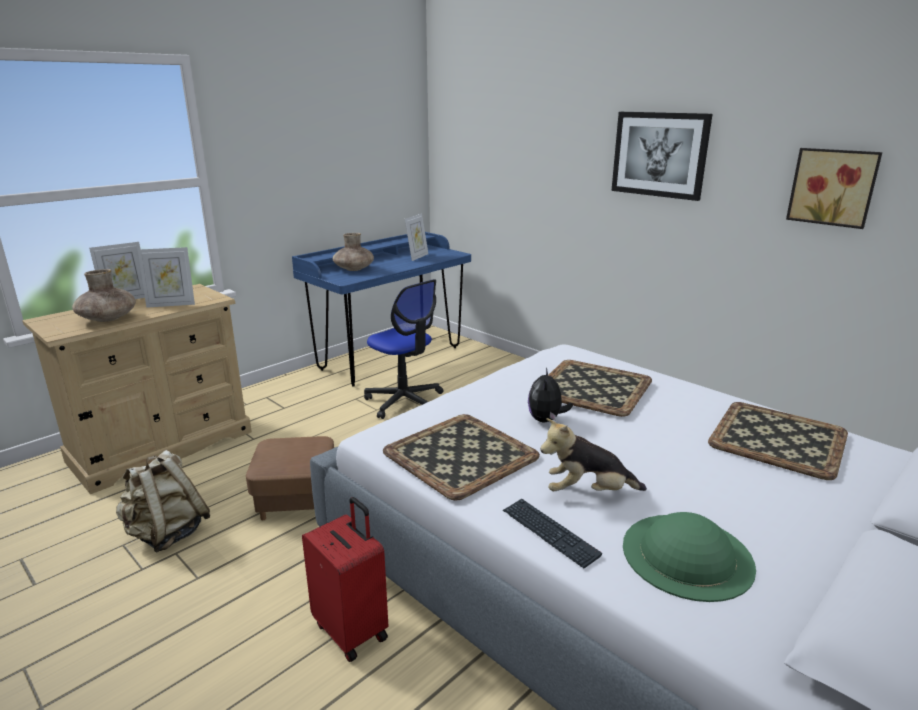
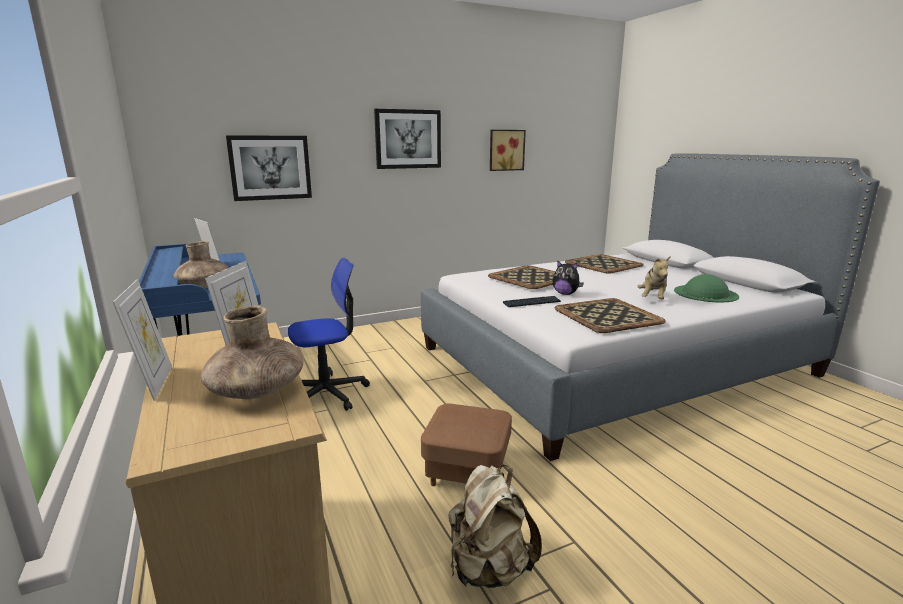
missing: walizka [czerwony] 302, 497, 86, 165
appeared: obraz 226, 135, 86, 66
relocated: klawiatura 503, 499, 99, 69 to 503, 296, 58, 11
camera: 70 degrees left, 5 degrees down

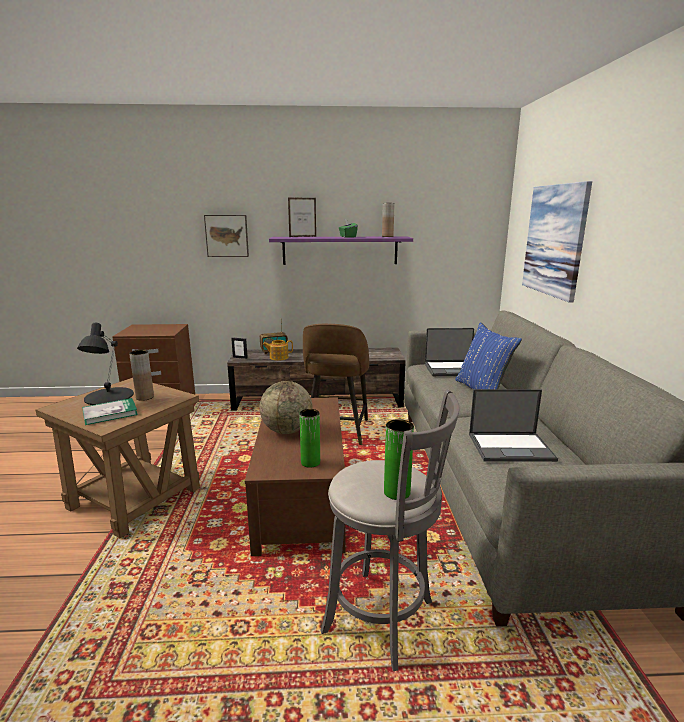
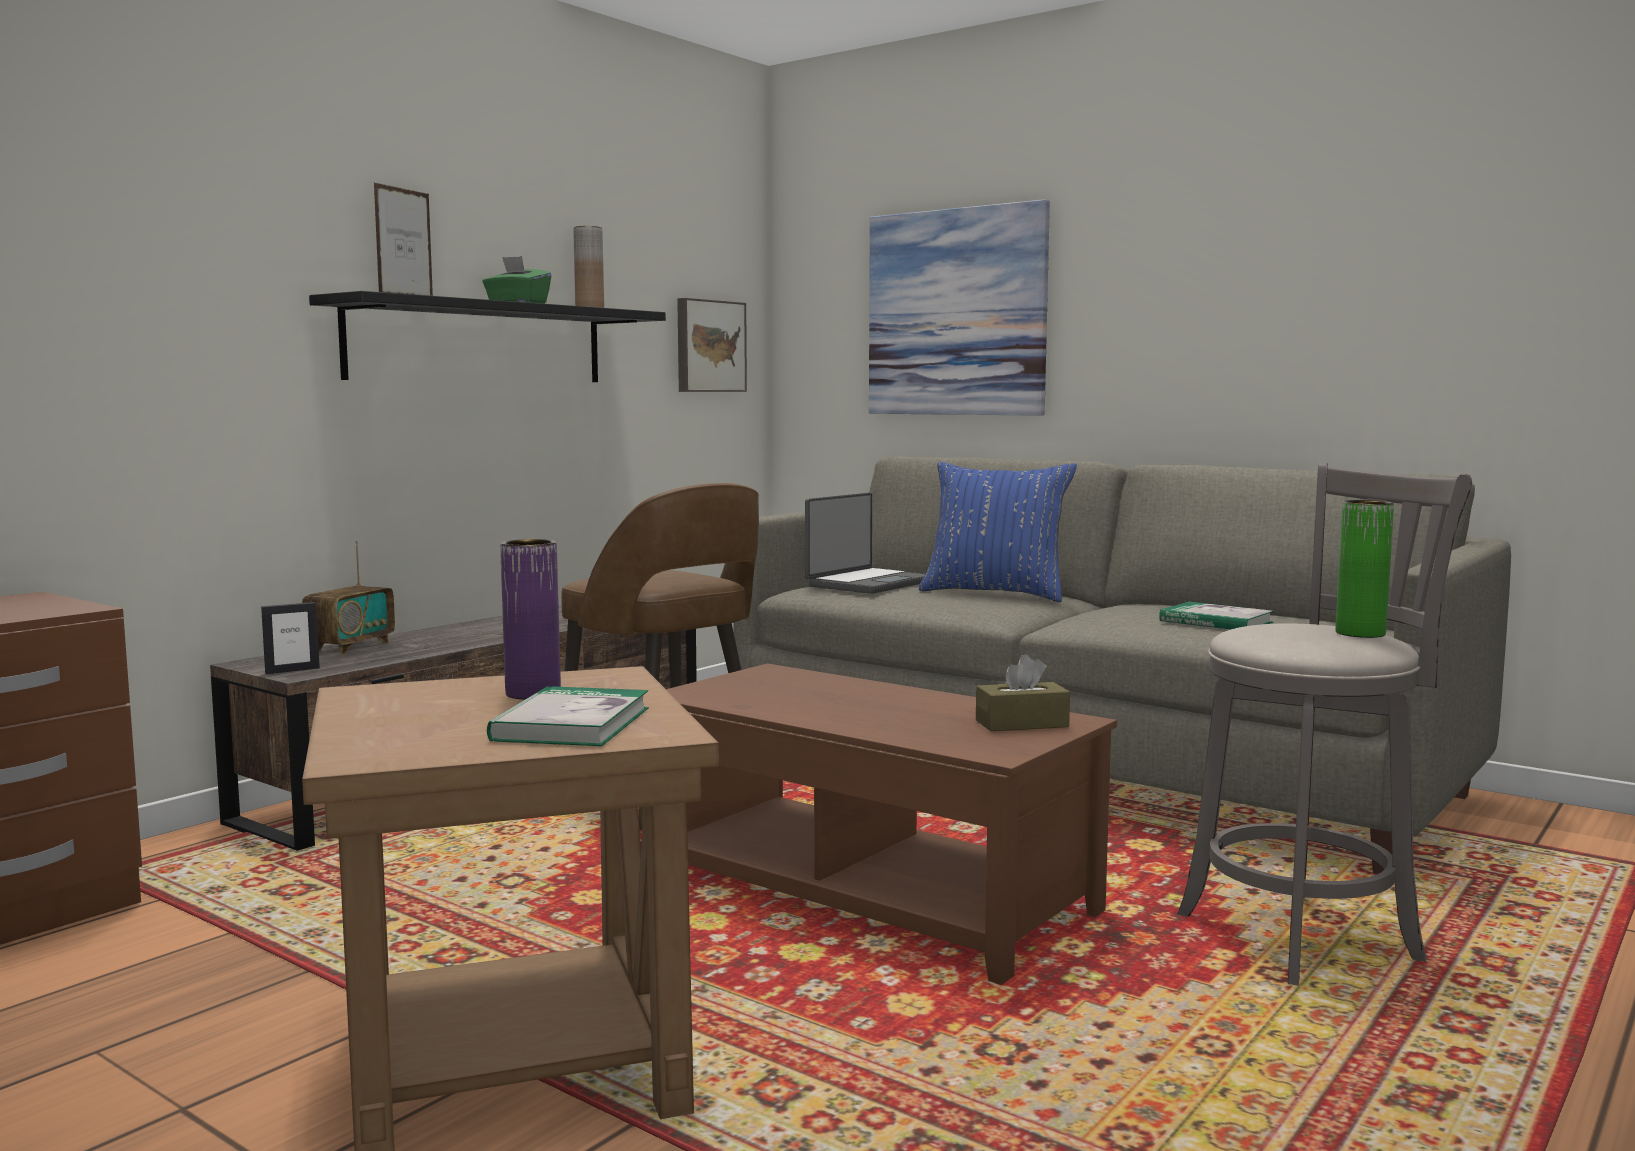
missing: lampa stołowa [czarny] 77, 323, 57, 82; globus 260, 381, 52, 53; imbryk 263, 340, 30, 21
relocated: obraz 204, 215, 45, 42 to 677, 298, 70, 94
exchanged: wazon [zielony] 299, 409, 21, 59 to pudełko chusteczek [brązowy] 976, 654, 94, 77; laptop 469, 389, 89, 73 to książka 1159, 602, 115, 27
colour: wazon [brązowy] 129, 350, 25, 51 to wazon [fioletowy] 500, 539, 61, 161; półka [fioletowy] 269, 237, 144, 28 to półka [czarny] 309, 291, 357, 91
camera: 50 degrees left, 10 degrees down

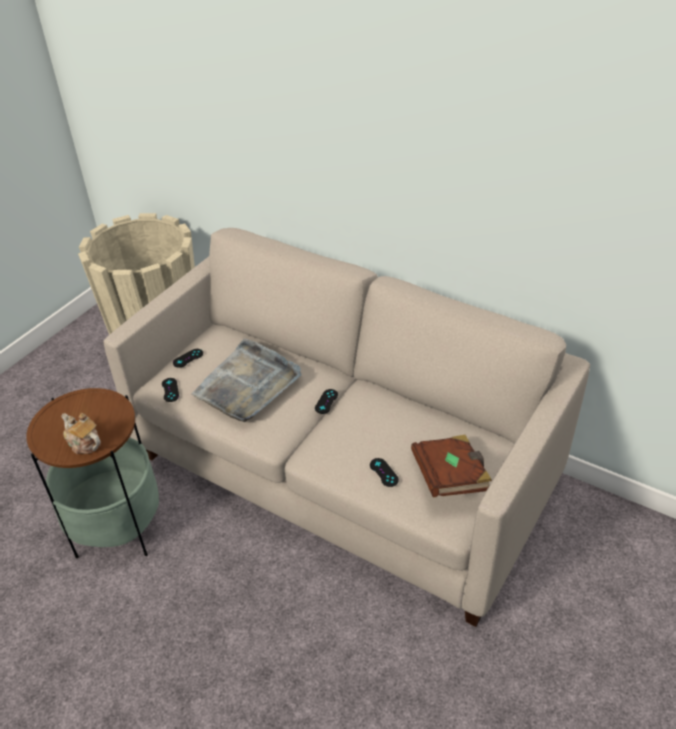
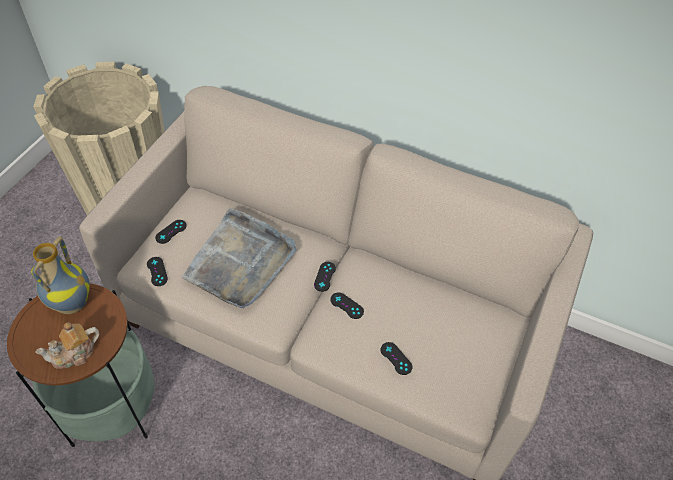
missing: książka [brązowy] 411, 435, 81, 62
appeared: wazon 31, 237, 59, 77; pad do gier [czarny] 330, 292, 34, 27
spun: imbryk 61, 413, 40, 41 = 36, 322, 63, 47 60 degrees counterclockwise
camera: 10 degrees left, 10 degrees up

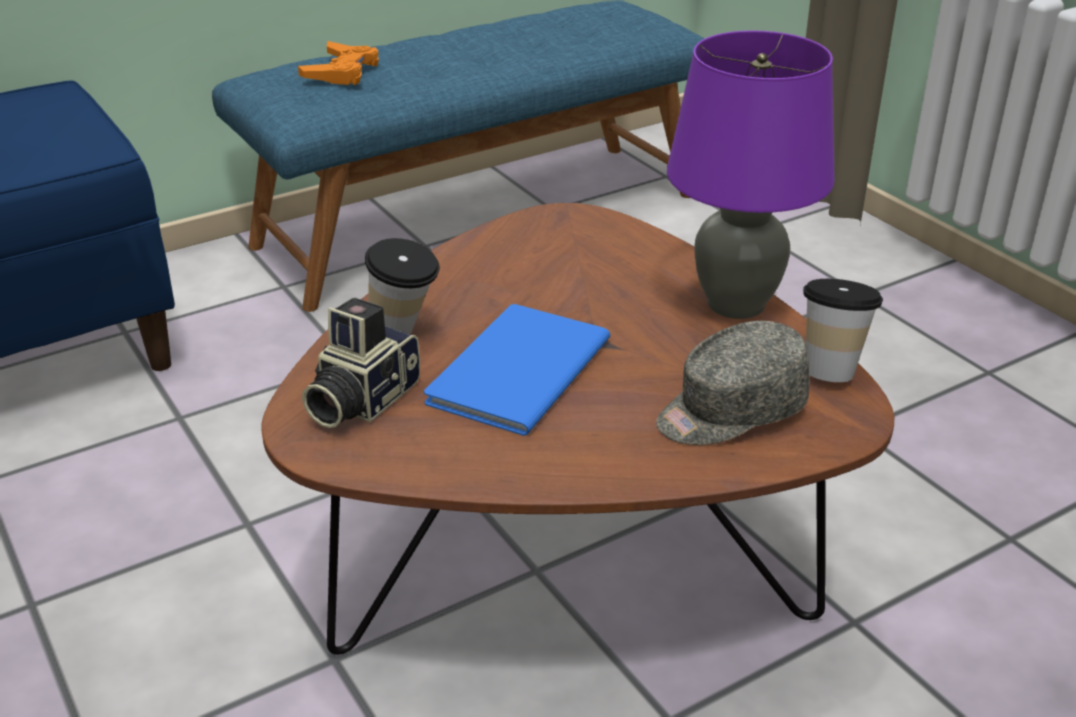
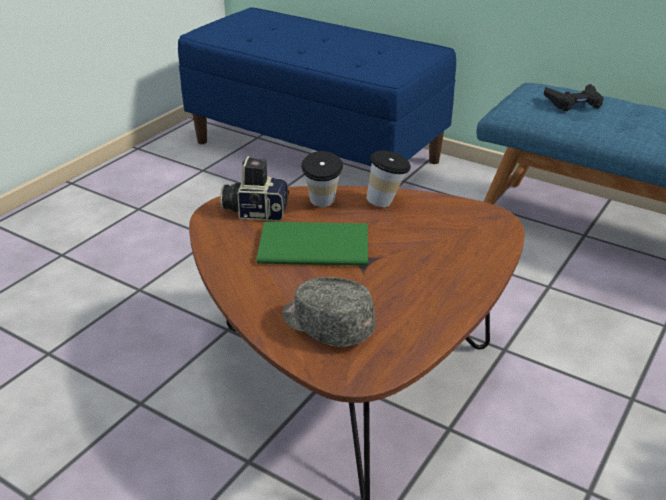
missing: lampa stołowa [fioletowy] 667, 31, 168, 288
relocated: filiżanka 803, 279, 80, 103 to 366, 150, 45, 57
colour: pad do gier [pomarańczowy] 298, 41, 81, 44 to pad do gier [czarny] 544, 84, 60, 27; książka [niebieski] 424, 304, 186, 132 to książka [zielony] 257, 222, 111, 44
camera: 65 degrees right, 0 degrees up

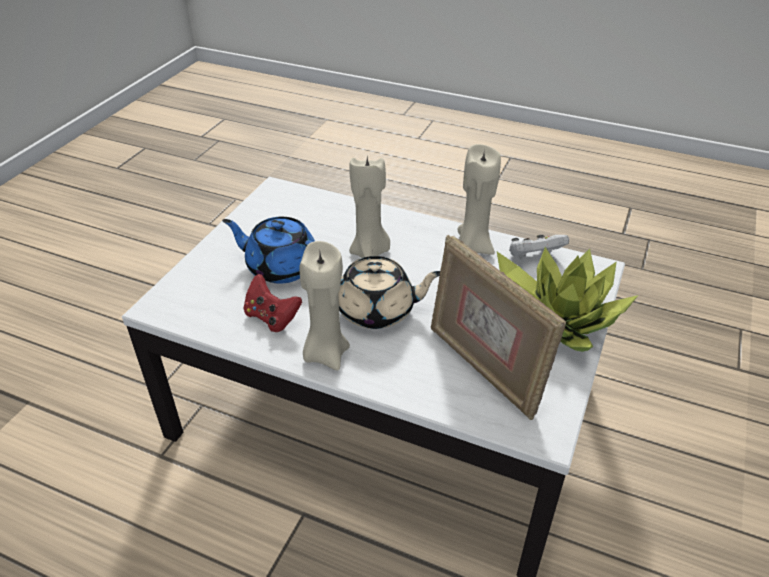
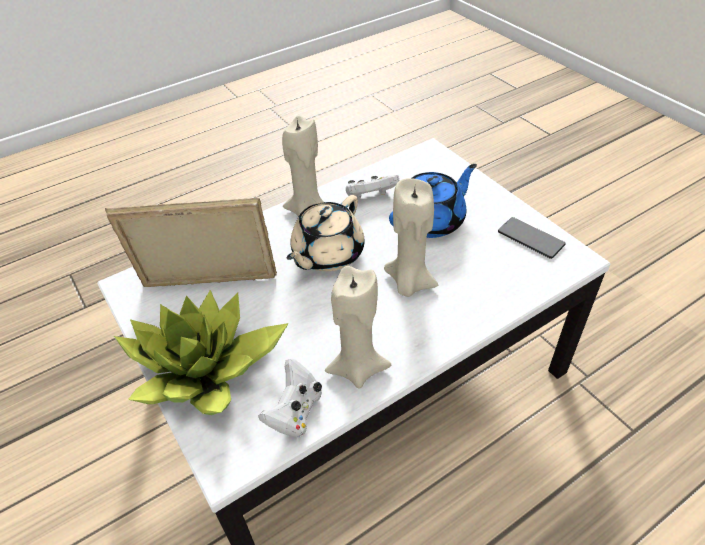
appeared: telefon 498, 217, 68, 42
colour: pad do gier [czerwony] 244, 274, 58, 58 to pad do gier [biały] 346, 175, 53, 25
camera: 125 degrees right, 5 degrees up

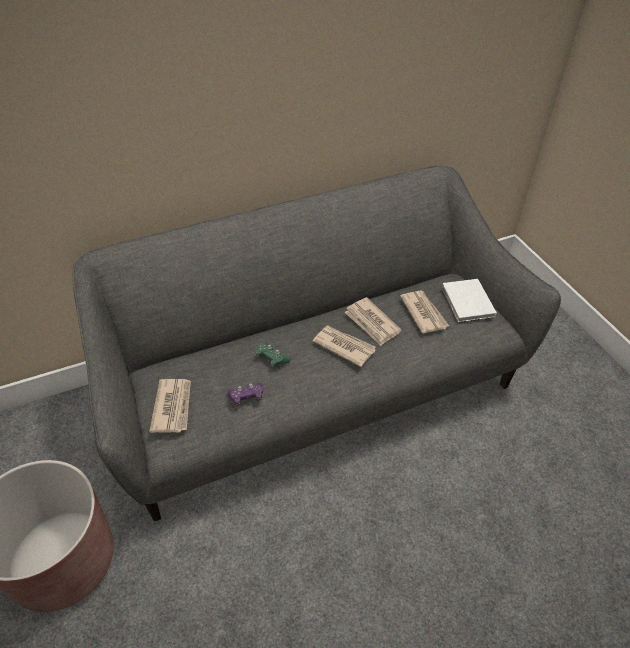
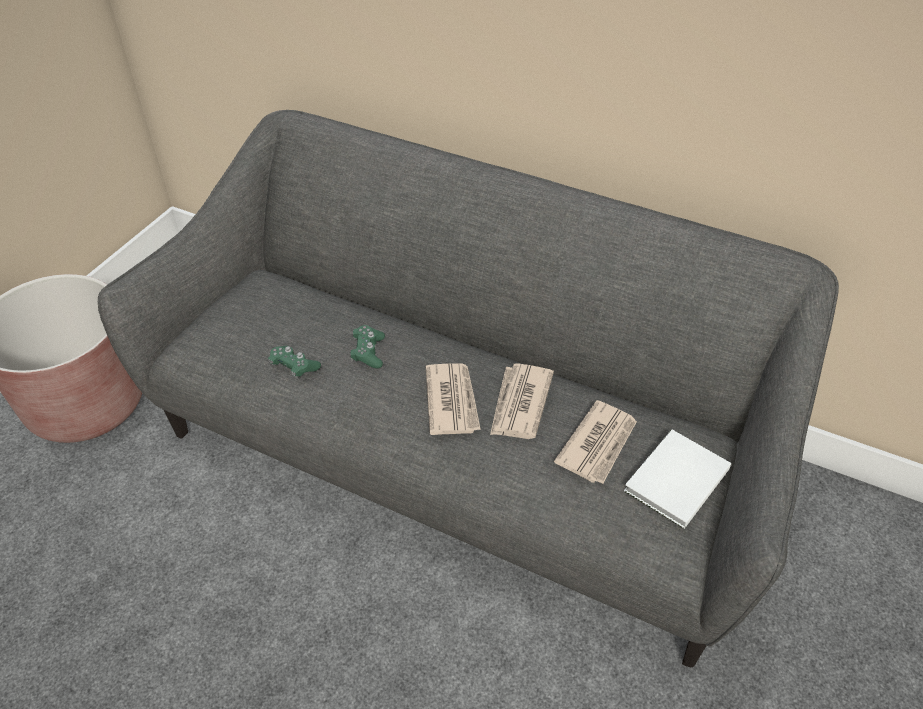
missing: gazeta 149, 379, 42, 54
colour: pad do gier [fioletowy] 227, 383, 36, 23 to pad do gier [zielony] 268, 346, 53, 33
camera: 50 degrees right, 0 degrees up

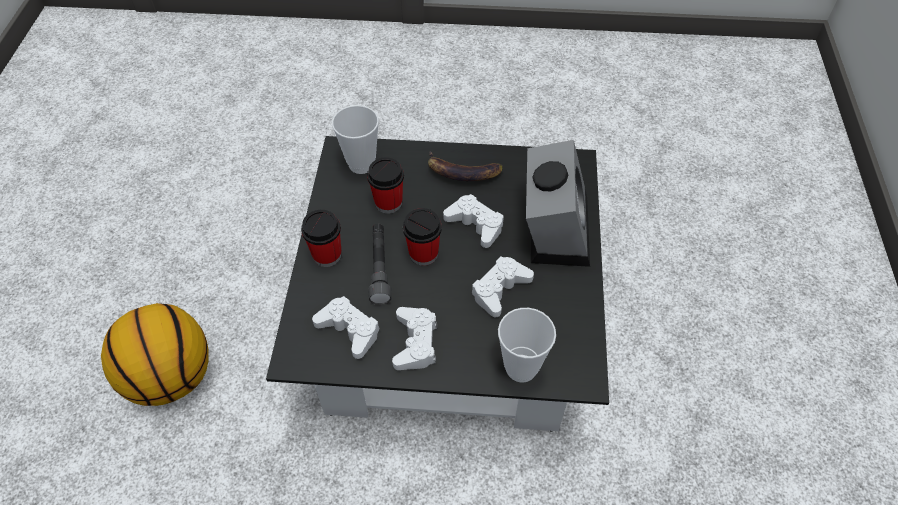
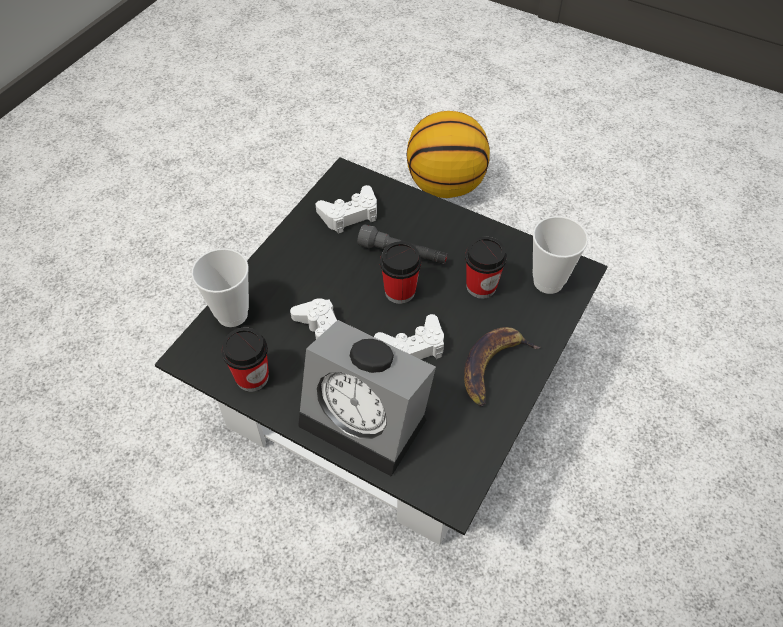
missing: pad do gier [biały] 392, 307, 46, 63
relocated: filiżanka 301, 210, 41, 57 to 222, 327, 47, 65
camera: 115 degrees right, 0 degrees up

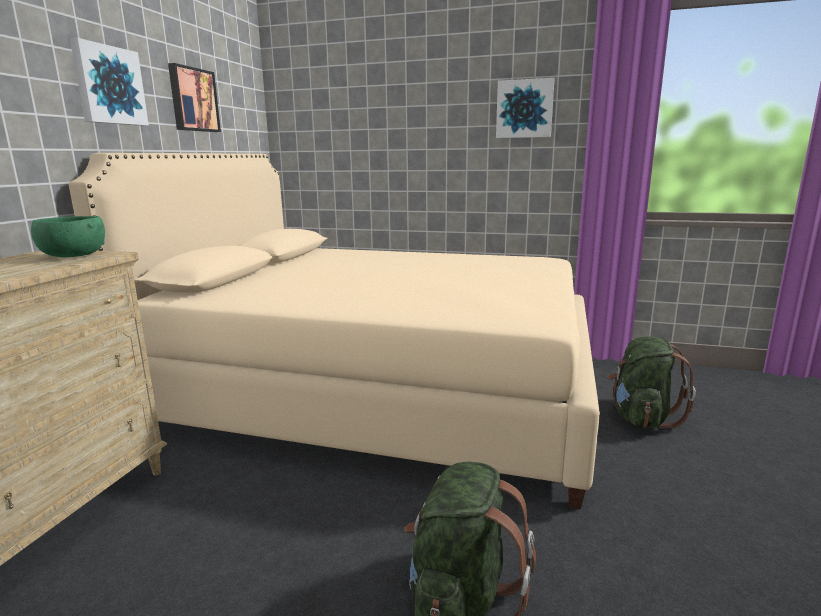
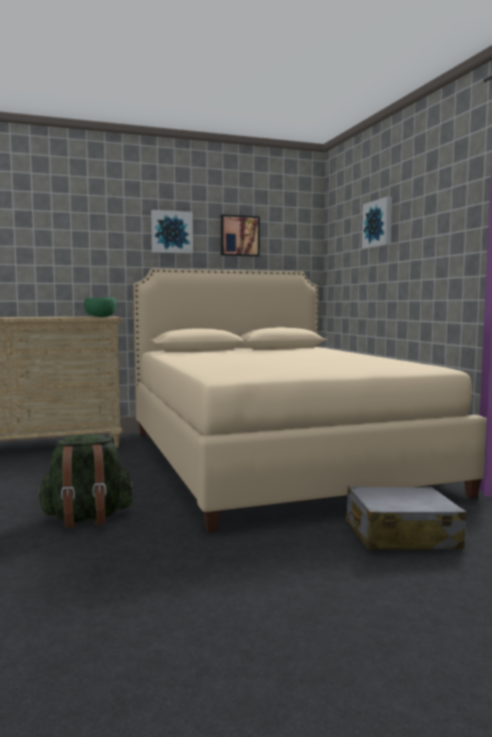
relocated: obraz 496, 78, 58, 60 to 362, 197, 30, 52
exchanged: plecak [zielony] 607, 336, 89, 92 to walizka [szary] 346, 486, 120, 64
camera: 55 degrees right, 10 degrees down

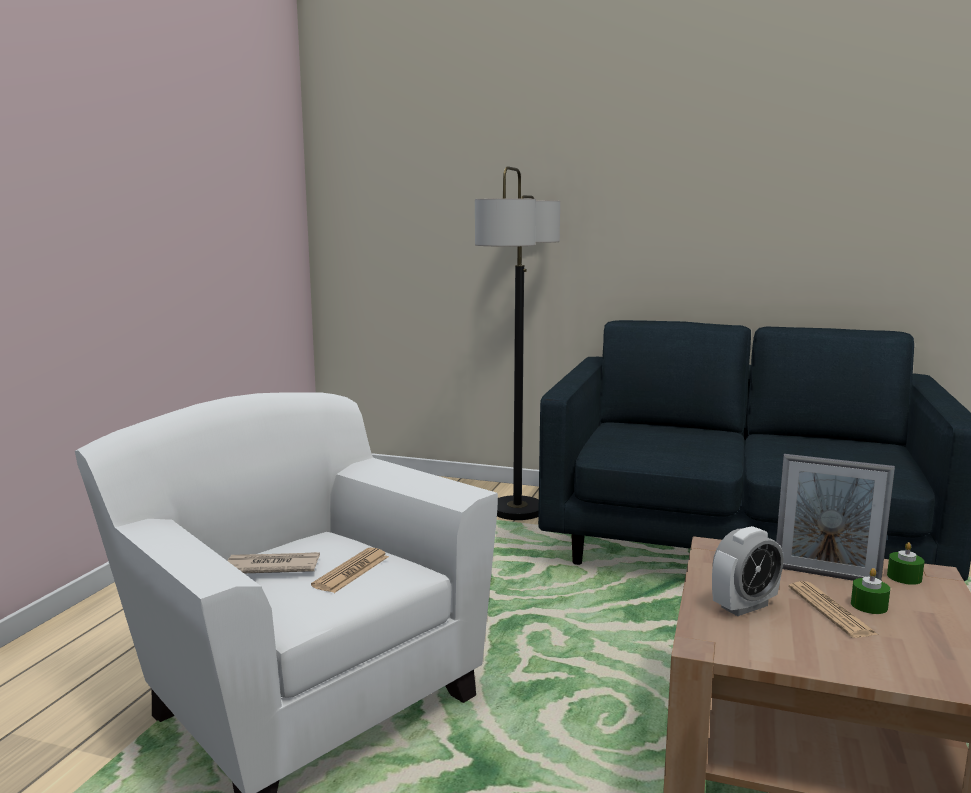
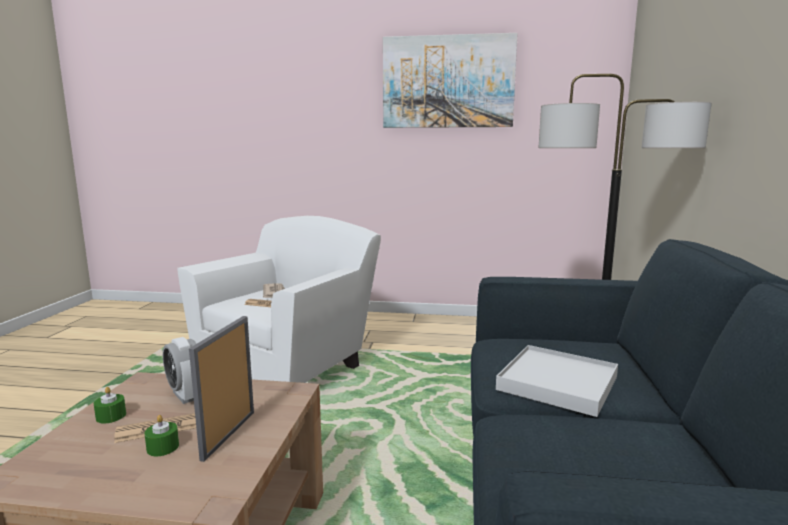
appeared: obraz 383, 33, 135, 95; taca [biały] 496, 345, 122, 72
relocated: świeca [zielony] 887, 542, 38, 43 to 94, 387, 32, 37
camera: 80 degrees right, 0 degrees up

